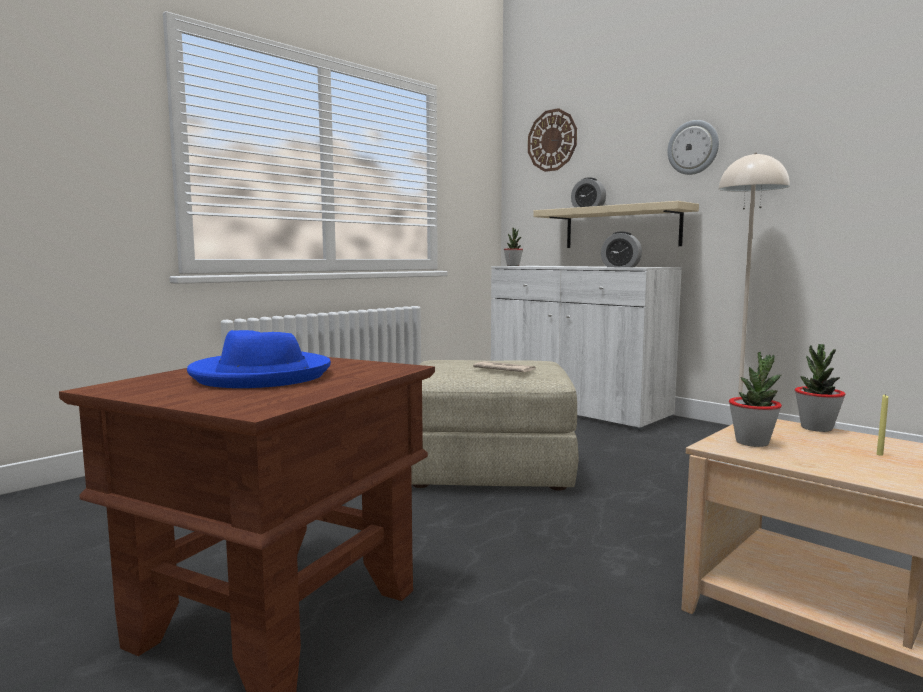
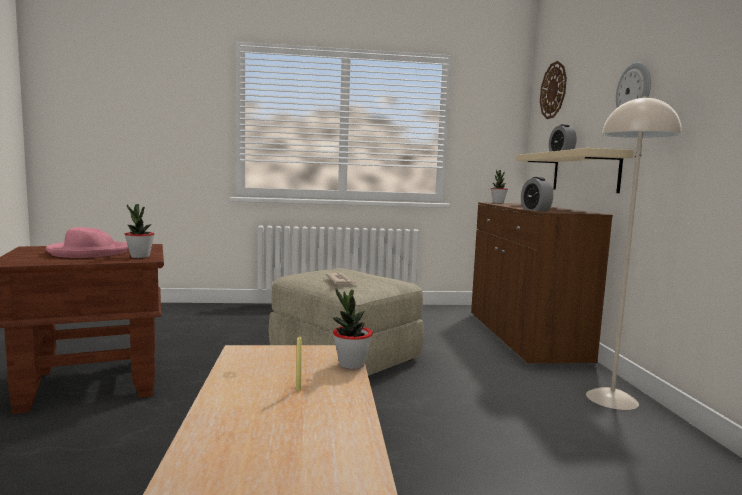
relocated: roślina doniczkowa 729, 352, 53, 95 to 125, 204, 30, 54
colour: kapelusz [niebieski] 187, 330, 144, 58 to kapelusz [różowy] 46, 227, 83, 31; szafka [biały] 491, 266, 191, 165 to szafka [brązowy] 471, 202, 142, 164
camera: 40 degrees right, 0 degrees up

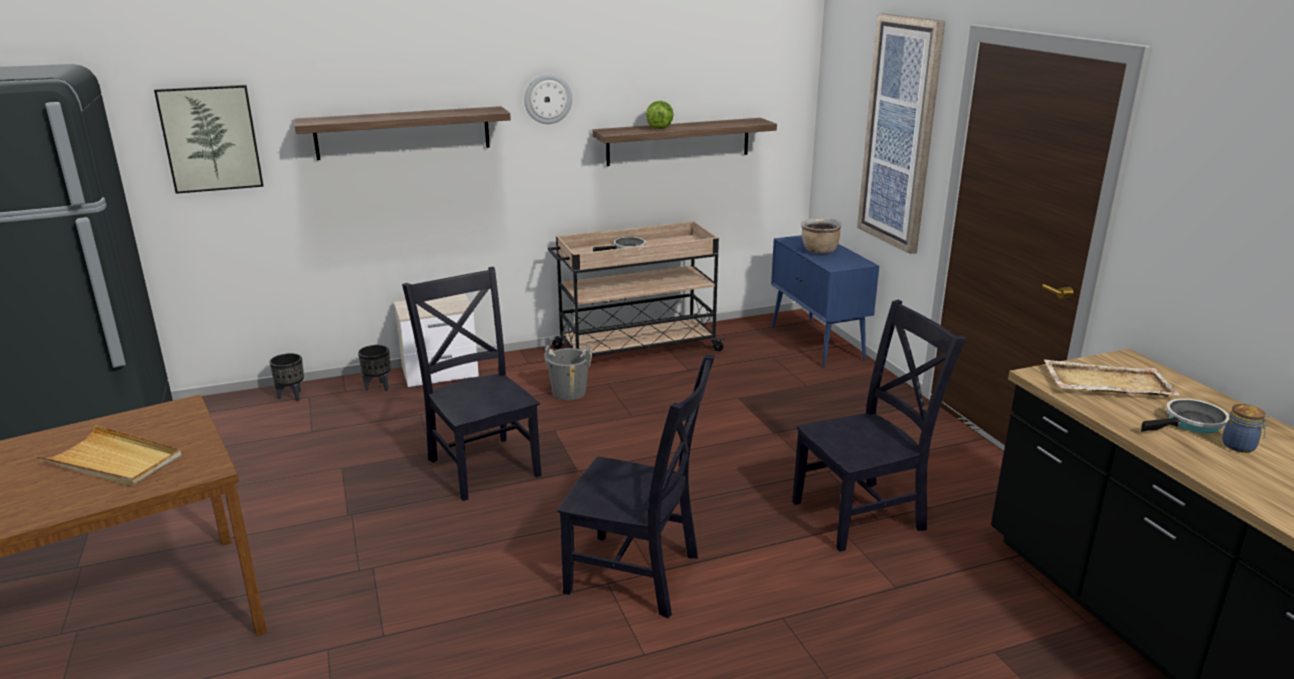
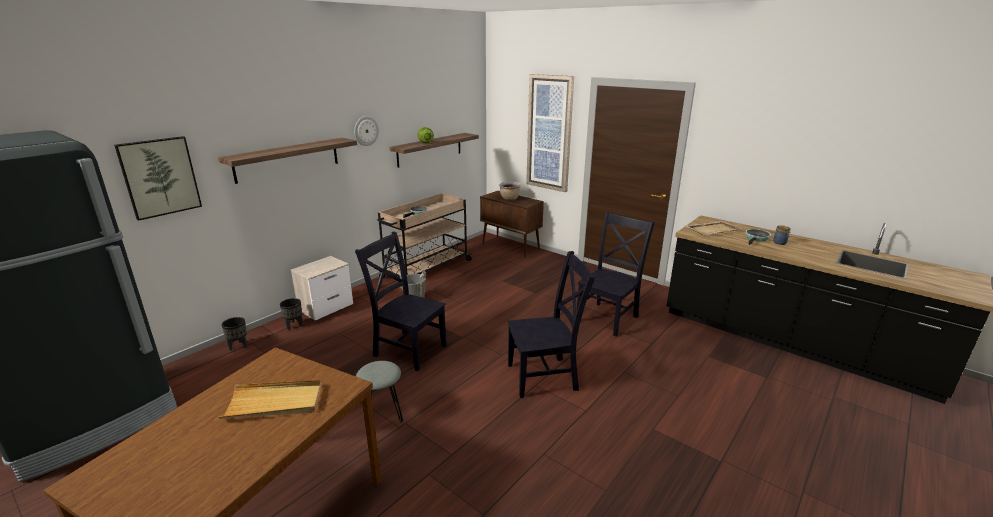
appeared: stołek [szary] 356, 361, 47, 62
colour: szafka [niebieski] 771, 235, 108, 132 to szafka [brązowy] 480, 191, 64, 66
camera: 30 degrees left, 0 degrees up

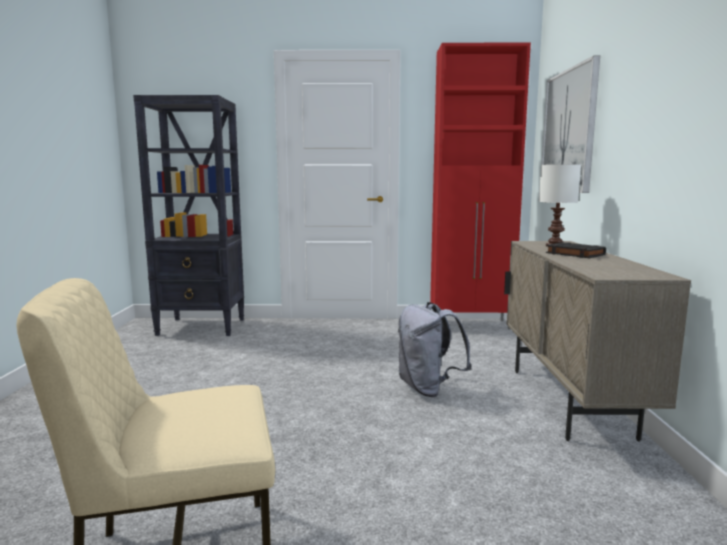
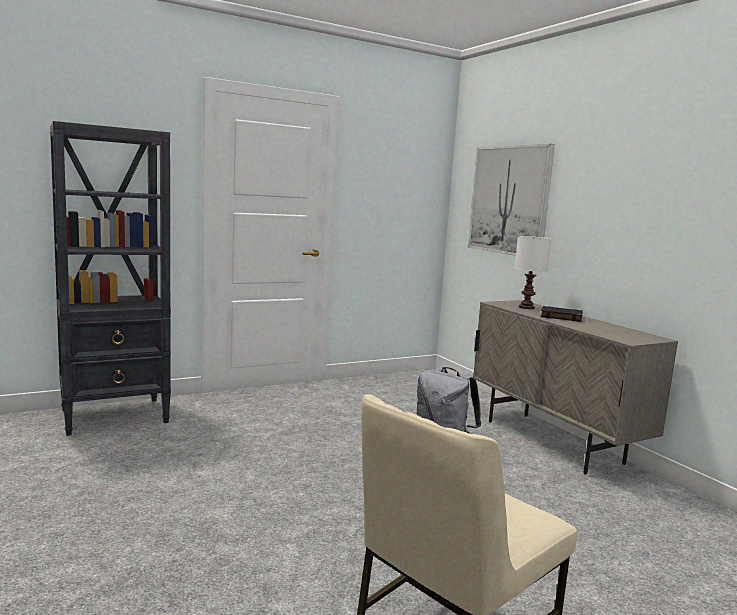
missing: szafka [czerwony] 430, 43, 101, 287
camera: 30 degrees left, 0 degrees up

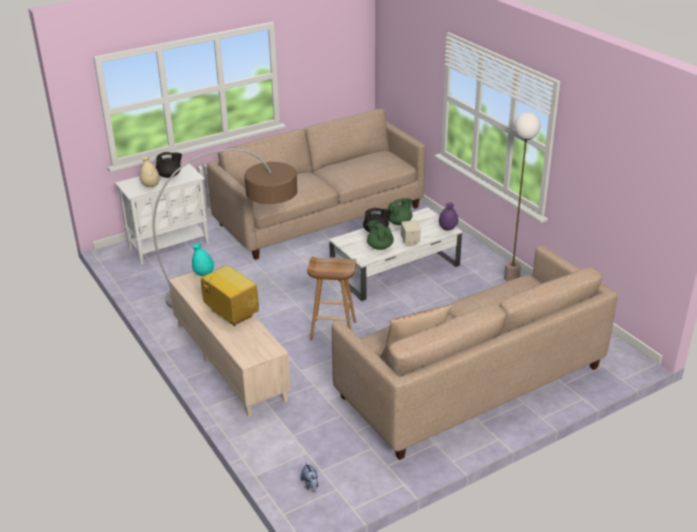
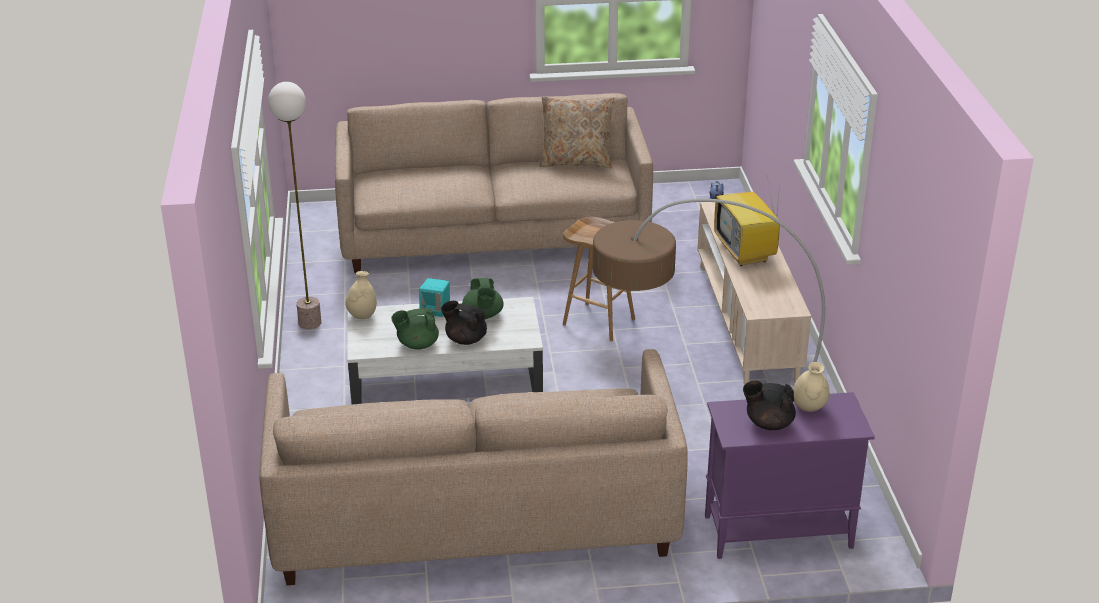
missing: wazon [turkusowy] 192, 244, 22, 32
colour: szafka [biały] 115, 164, 94, 100 to szafka [fioletowy] 705, 392, 170, 167; głośnik [beżowy] 401, 220, 20, 26 to głośnik [turkusowy] 419, 278, 31, 39; wazon [fioletowy] 439, 202, 19, 29 to wazon [beżowy] 345, 271, 32, 48
camera: 155 degrees left, 0 degrees up

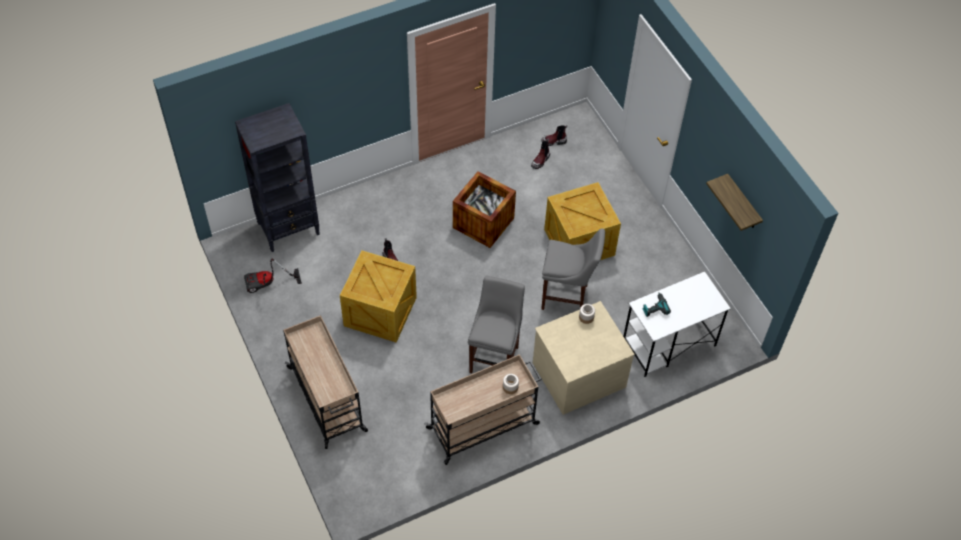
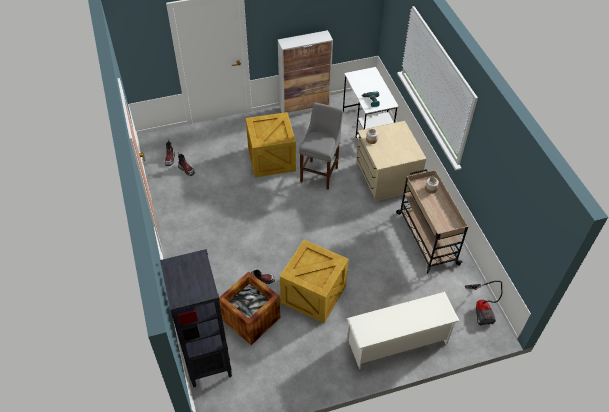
missing: stołek [szary] 468, 276, 57, 97; półka 706, 174, 57, 57
appeared: szafka 278, 30, 55, 86
relocated: odkurzacz 244, 259, 58, 34 to 465, 281, 38, 45; skrzynka 453, 171, 63, 77 to 219, 272, 61, 73
exchanged: wózek [beżowy] 283, 315, 85, 134 to regał na buty [biały] 347, 292, 112, 77
camera: 80 degrees left, 5 degrees down

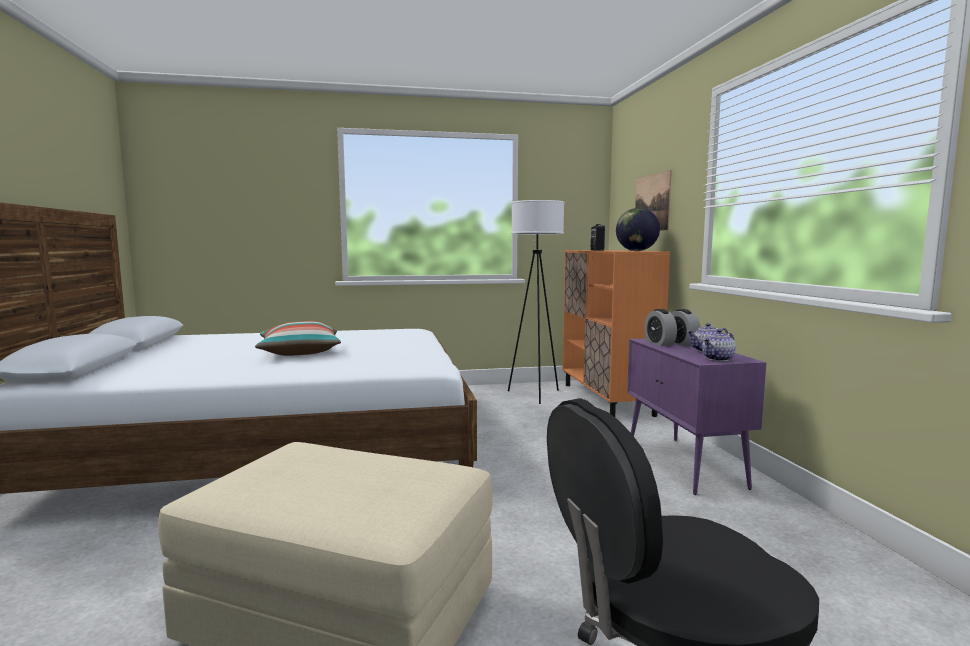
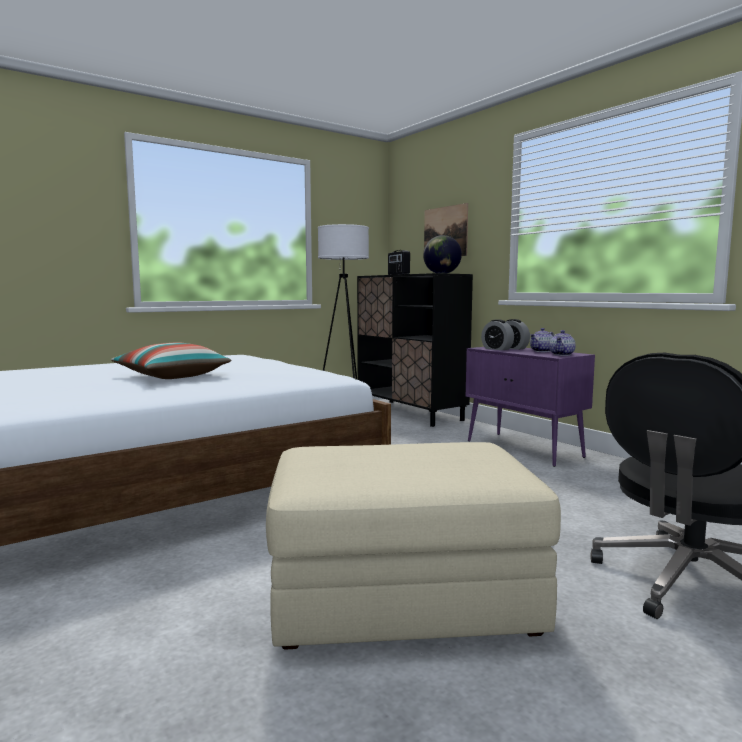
colour: szafka [pomarańczowy] 562, 250, 108, 167 to szafka [czarny] 357, 273, 116, 154
camera: 25 degrees left, 0 degrees up

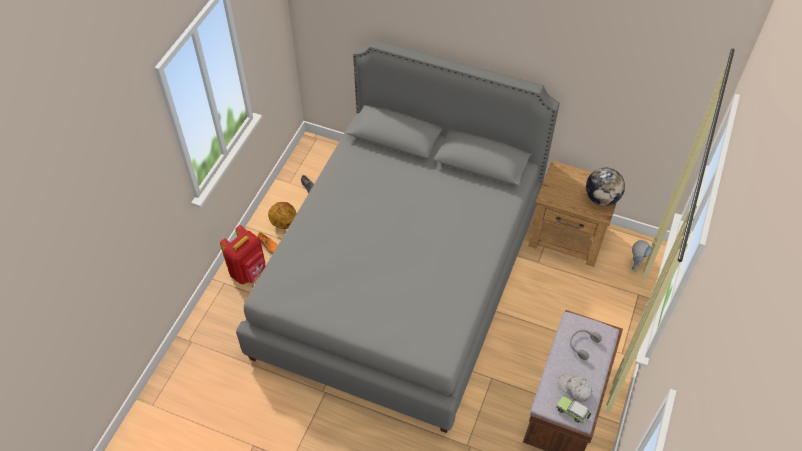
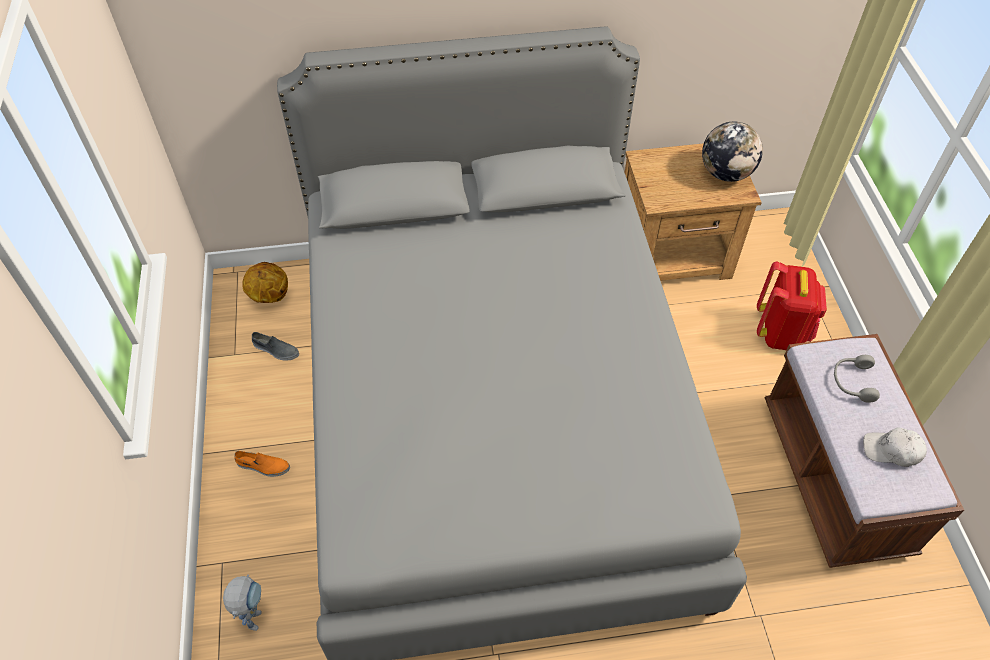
missing: samochodzik 556, 396, 35, 27
relocated: plecak [czerwony] 220, 225, 46, 59 to 757, 262, 70, 88; piłka do koszykówki 268, 202, 29, 27 to 242, 262, 46, 41; robot zabawkowy 631, 240, 21, 32 to 223, 575, 39, 56
camera: 30 degrees left, 0 degrees up

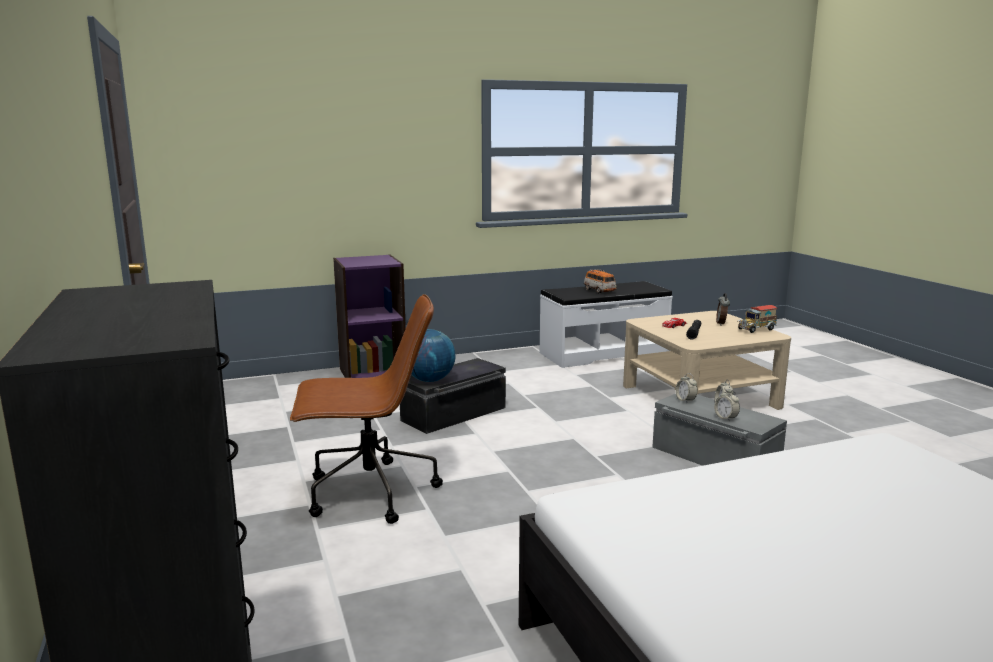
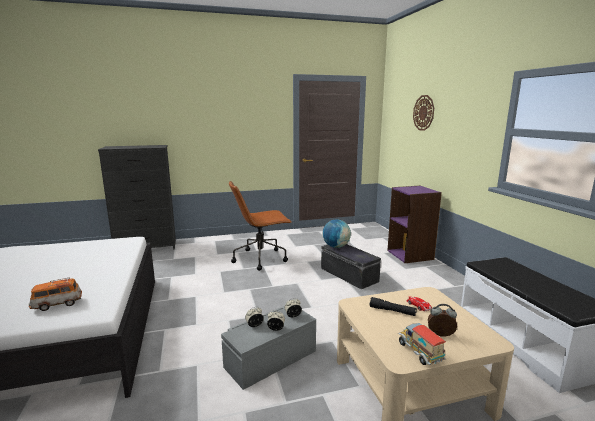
appeared: zegar ścienny 413, 95, 21, 36
relocated: samochodzik 584, 269, 33, 24 to 29, 277, 53, 34
spun: krzesło biurowe [brązowy] 290, 294, 153, 230 = 229, 181, 62, 90 75 degrees clockwise
camera: 95 degrees right, 0 degrees up

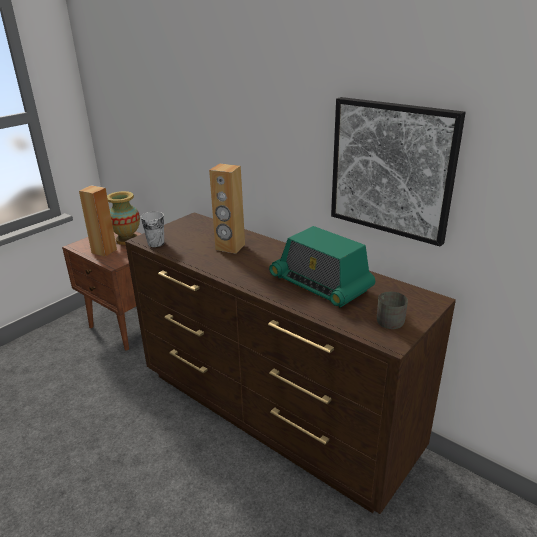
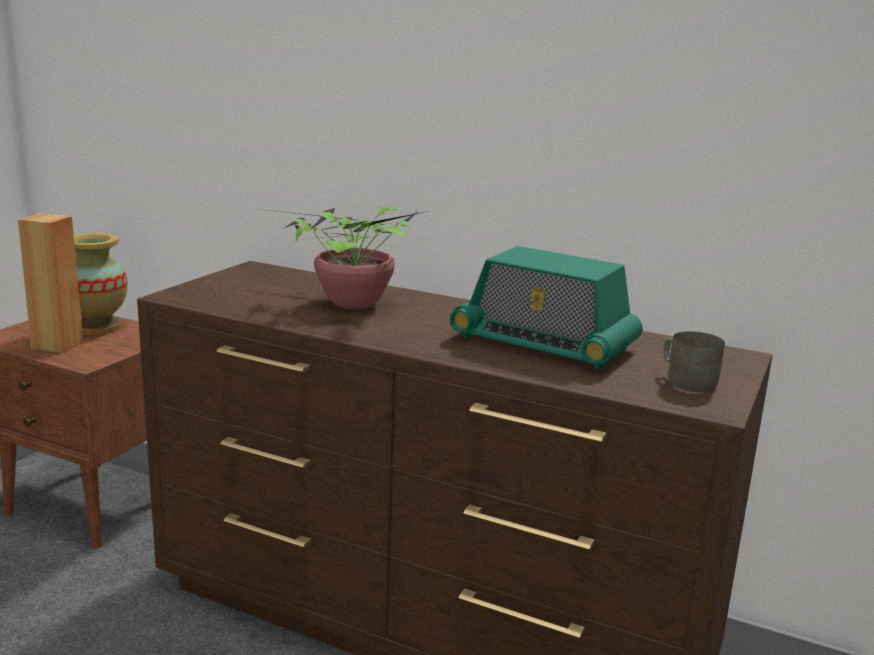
missing: filiżanka 141, 212, 23, 35; obraz 331, 97, 135, 150
exchanged: głośnik [brązowy] 209, 164, 36, 90 to roślina doniczkowa 251, 206, 177, 103
camera: 15 degrees left, 10 degrees down

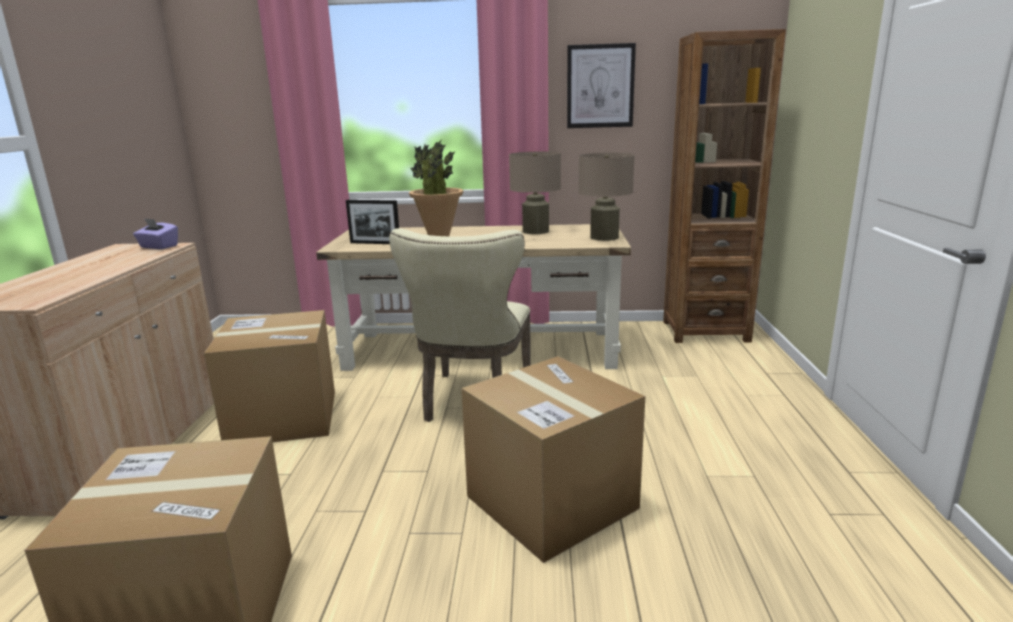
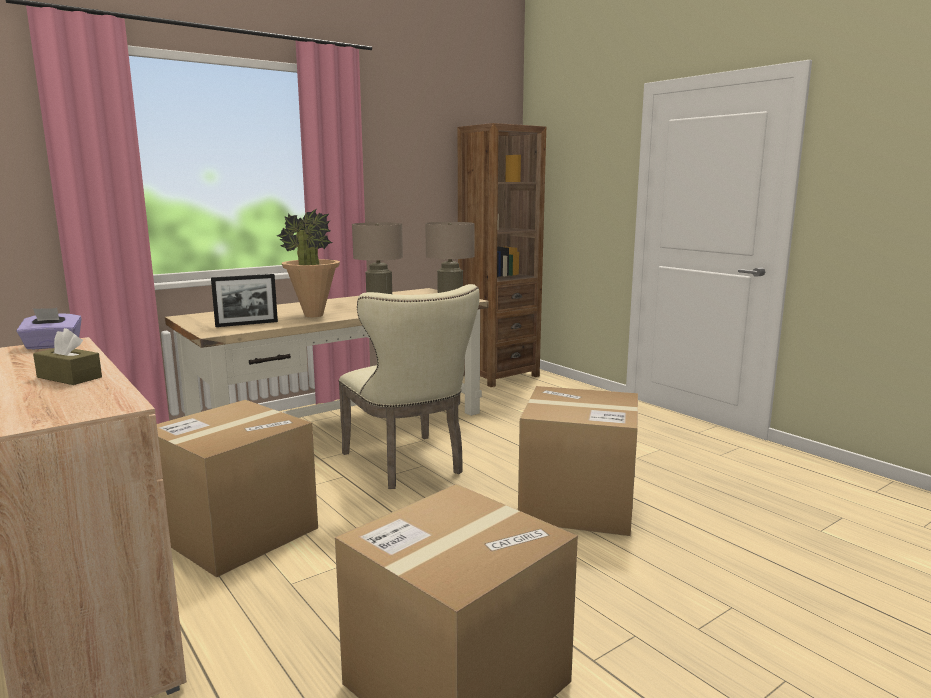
missing: obraz 567, 43, 69, 85
appeared: pudełko chusteczek [brązowy] 33, 328, 69, 57
camera: 40 degrees left, 5 degrees down

